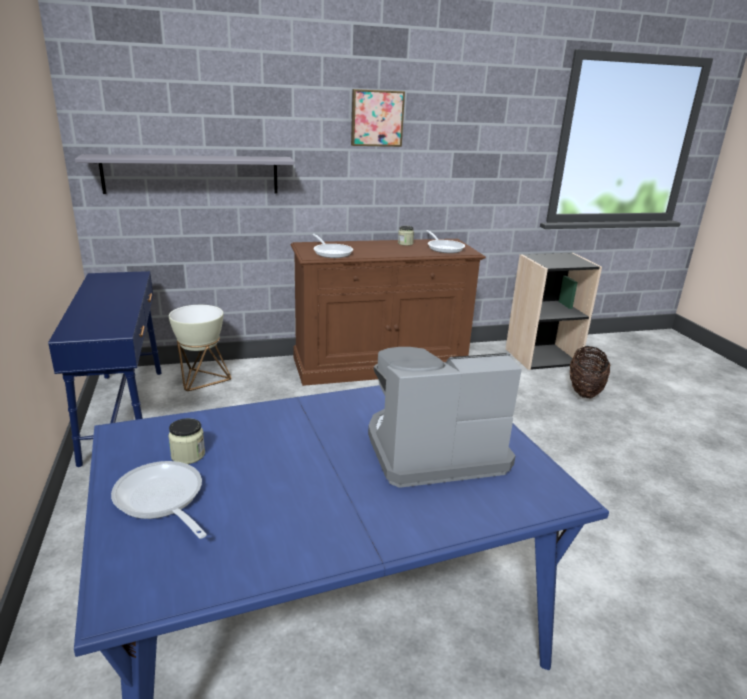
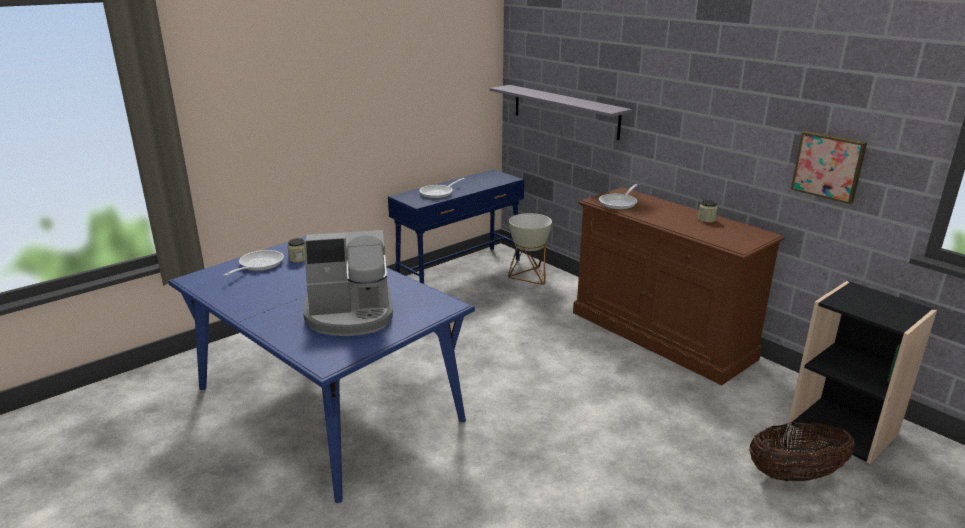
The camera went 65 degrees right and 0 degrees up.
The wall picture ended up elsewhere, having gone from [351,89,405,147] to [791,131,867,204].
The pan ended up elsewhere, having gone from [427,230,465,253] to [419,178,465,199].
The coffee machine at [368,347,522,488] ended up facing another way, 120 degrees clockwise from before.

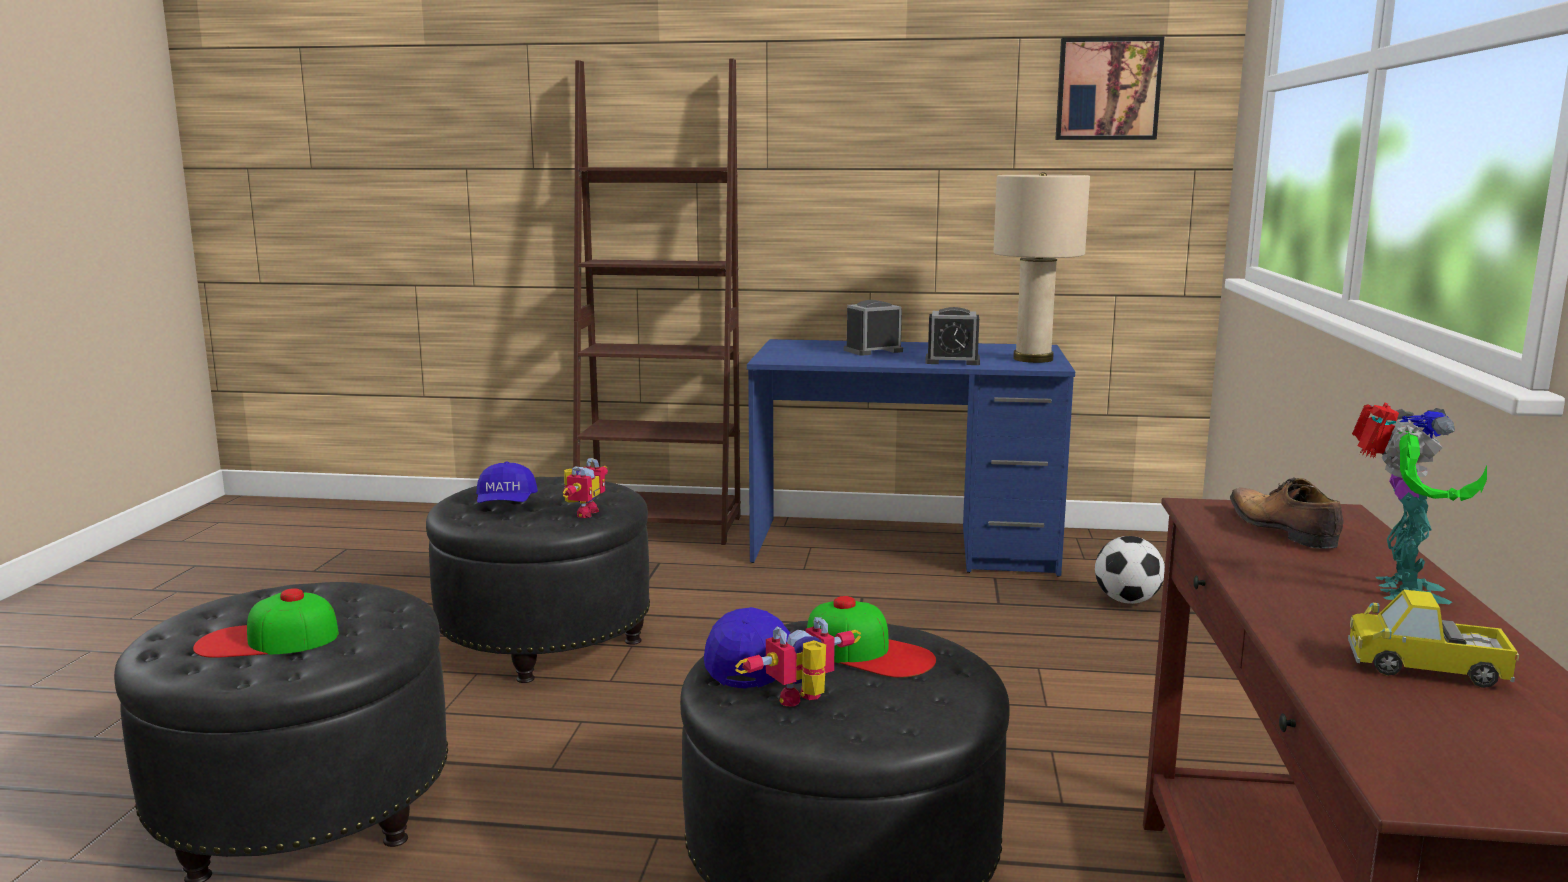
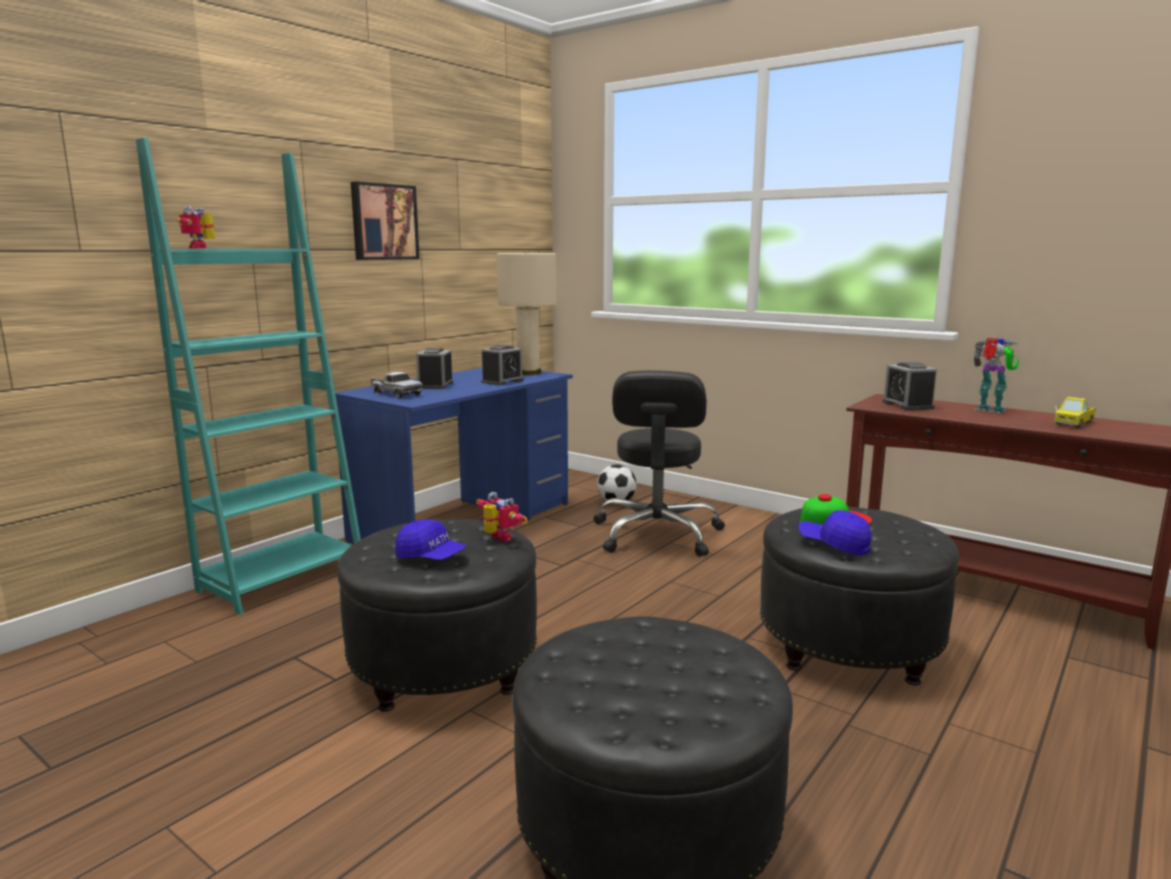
The camera went 60 degrees left and 0 degrees up.
The second view lost the cap at [193,588,339,658].
The second view gained the model truck at [371,372,423,398].
The second view gained the computer chair in black at [593,370,725,557].
The model robot ended up elsewhere, having gone from [735,617,861,706] to [178,206,215,248].
The wall picture ended up elsewhere, having gone from [1055,37,1164,140] to [351,181,420,260].
Where the shoe stood at [1230,477,1343,549], the table clock came to stand at [882,362,937,411].
What was the bookshelf in brown-coloured at [573,59,741,545] turned into the bookshelf in blue-green at [136,138,361,615].

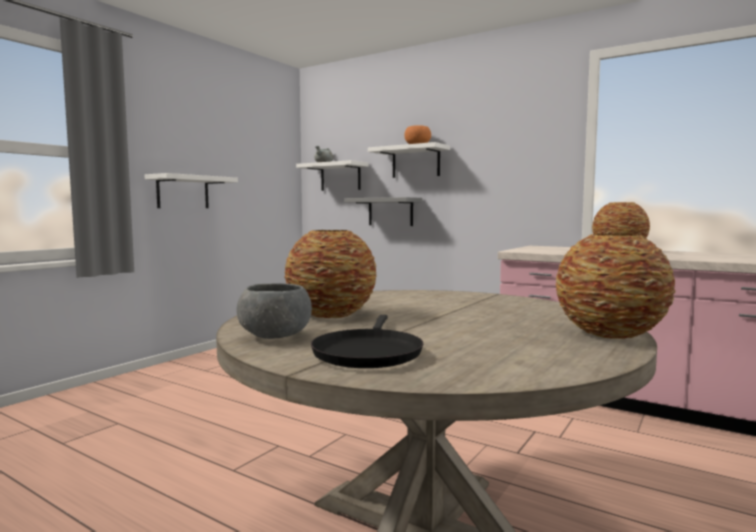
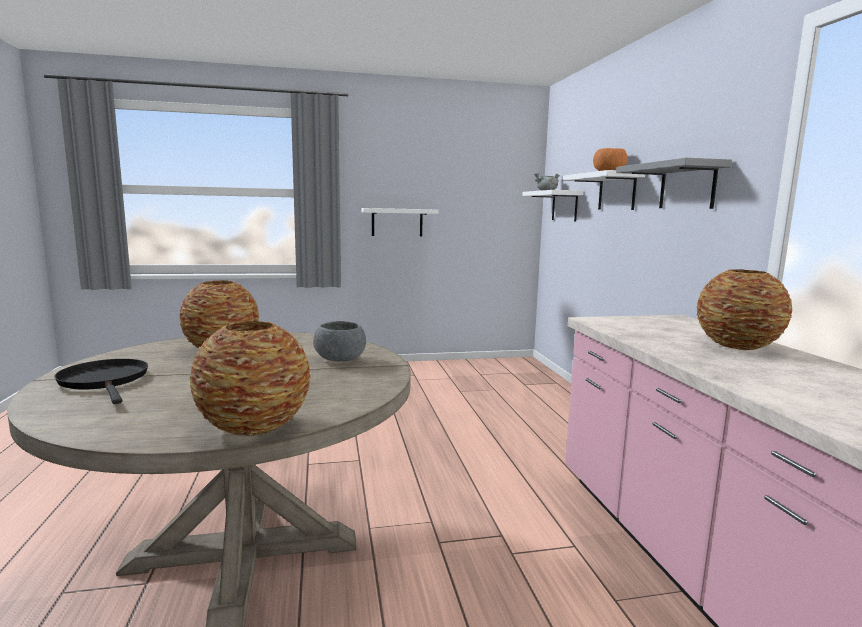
The camera went 45 degrees right and 5 degrees up.
The bowl in grey ended up elsewhere, having gone from [237,283,312,339] to [313,321,366,361].
The bracket shelf in grey ended up elsewhere, having gone from [344,197,422,226] to [616,158,732,209].
The pan in black at [311,315,423,368] ended up facing another way, 90 degrees clockwise from before.

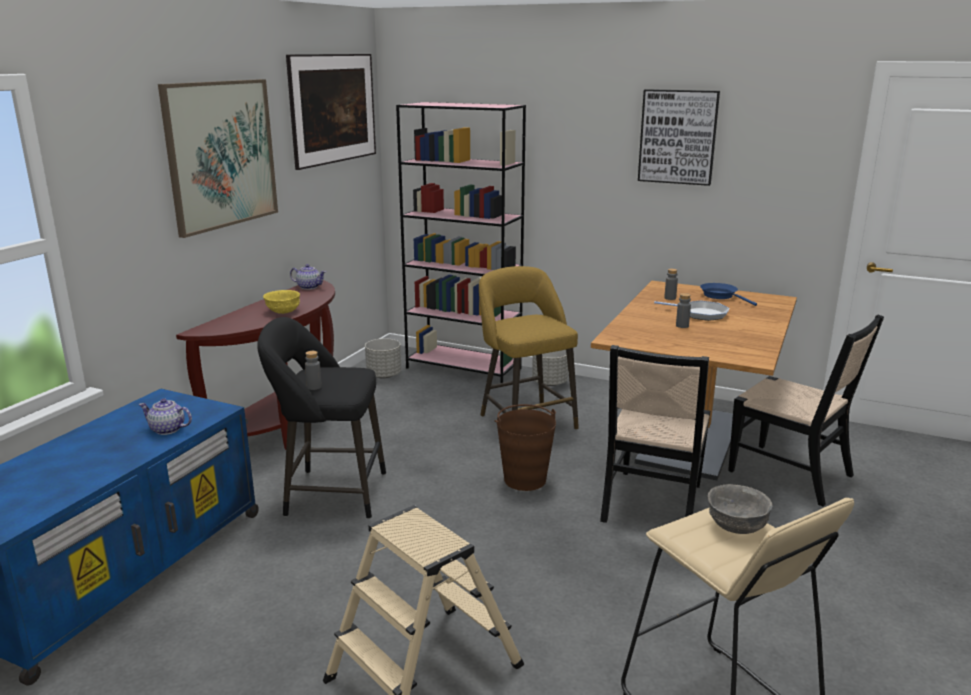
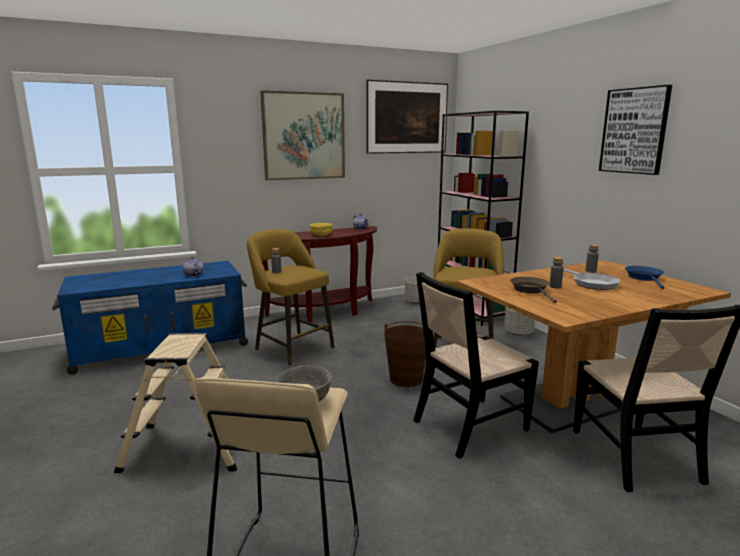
The camera went 40 degrees right and 5 degrees down.
The second view gained the pan in brown-coloured at [510,277,557,303].
What was the sitting stool in black at [257,317,386,519] turned into the sitting stool in yellow at [247,229,335,366].

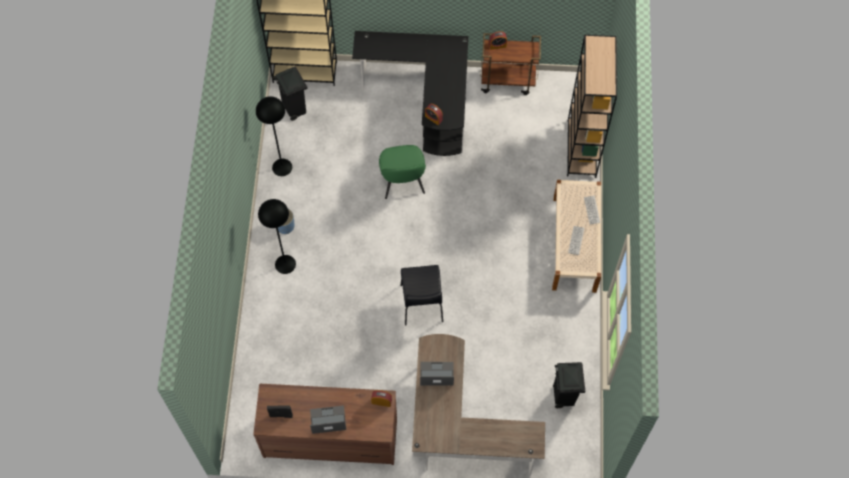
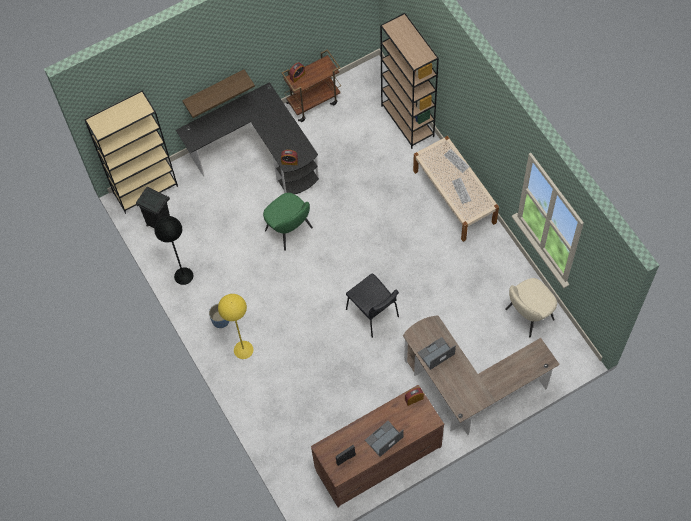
The camera went 30 degrees left and 0 degrees up.
The second view gained the bracket shelf at [182,69,255,118].
Where the rubbish bin in black stood at [553,362,585,408], the chair in beige came to stand at [505,278,557,337].
What was the standing lamp in black at [258,199,296,274] turned into the standing lamp in yellow at [218,294,253,359].

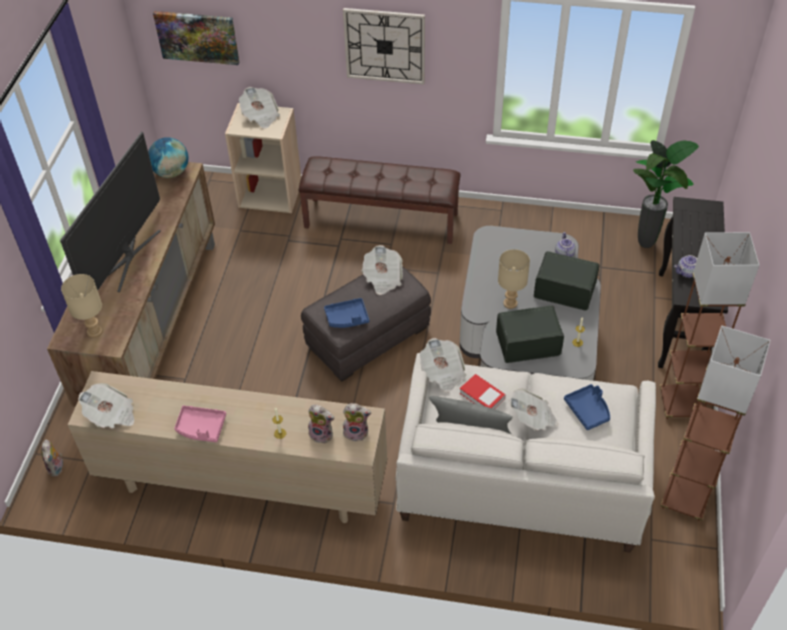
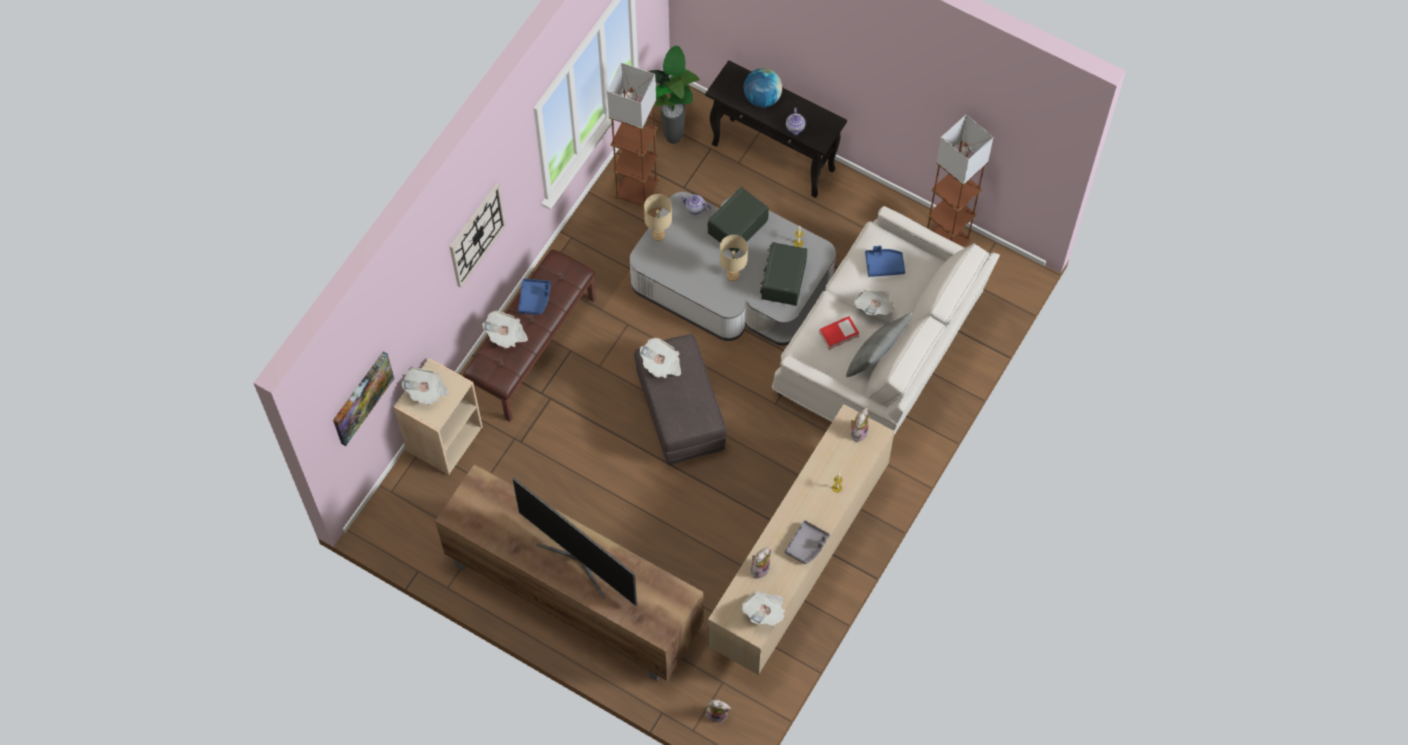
The camera went 70 degrees left and 15 degrees up.
The table lamp in beige ended up elsewhere, having gone from [61,274,103,338] to [644,194,672,241].
The world globe ended up elsewhere, having gone from [148,137,189,178] to [744,68,782,107].
The soft toy ended up elsewhere, having gone from [307,405,335,444] to [751,547,771,579].
The carrying tray in bluish ended up elsewhere, having gone from [324,298,369,328] to [518,279,551,315].
The newspaper ended up elsewhere, having gone from [420,338,466,393] to [482,311,528,349].
The standing lamp in brown-coloured ended up elsewhere, having gone from [660,232,759,419] to [607,63,659,207].
What was the carrying tray in pink at [174,405,226,442] turned into the carrying tray in grey at [784,520,830,564].

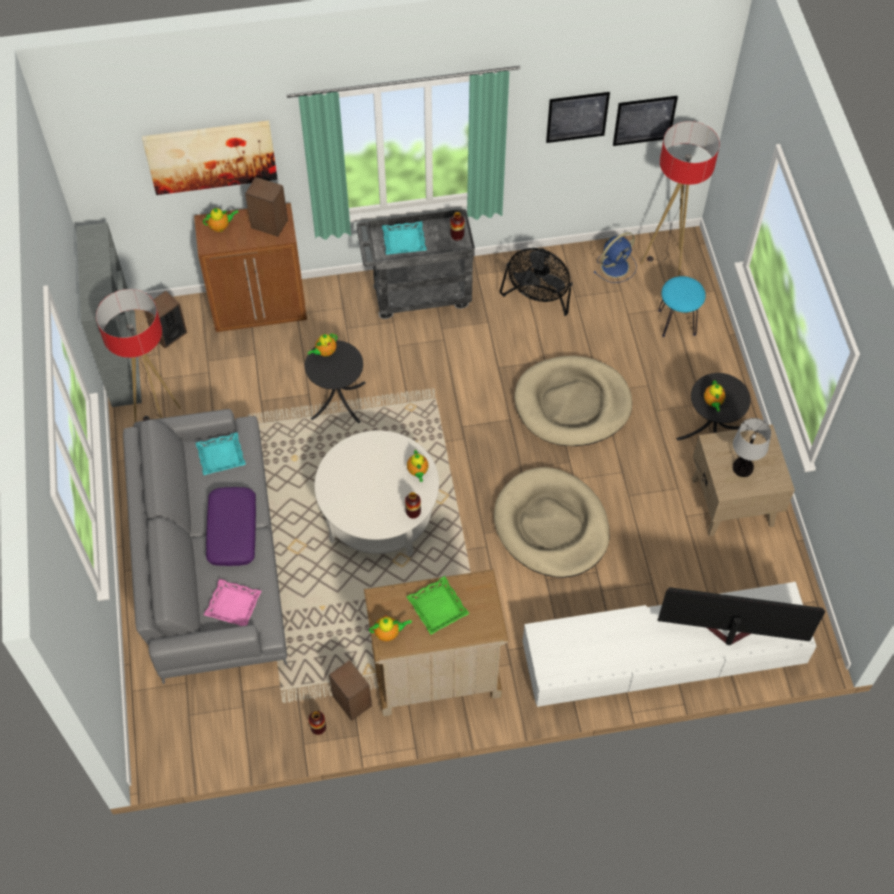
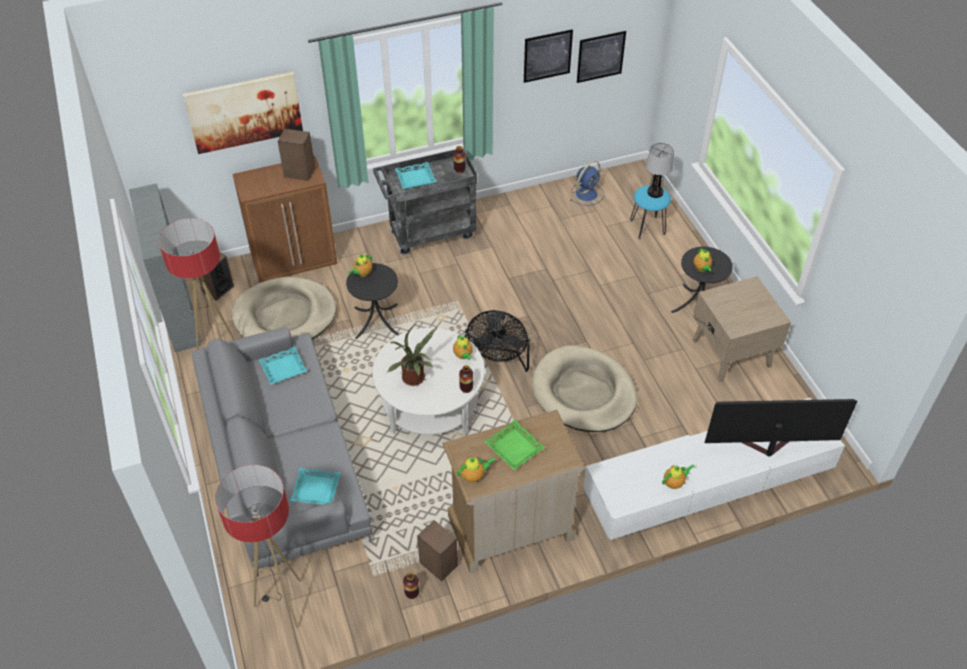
The camera went 10 degrees left and 10 degrees down.
The second view lost the pillow in purple at [206,487,256,566].
The second view gained the potted plant at [387,323,437,386].
The tea pot ended up elsewhere, having gone from [203,208,239,232] to [662,465,695,489].
The fan in black ended up elsewhere, having gone from [500,248,573,316] to [465,310,530,372].
The dog cushion in beige ended up elsewhere, having gone from [514,356,632,446] to [232,277,336,339].
The standing lamp ended up elsewhere, having gone from [641,121,720,276] to [215,465,301,628].
The table lamp ended up elsewhere, having gone from [733,418,771,477] to [646,143,674,198].
What was the carrying tray in pink at [204,579,261,626] turned into the carrying tray in blue-green at [290,468,341,504].

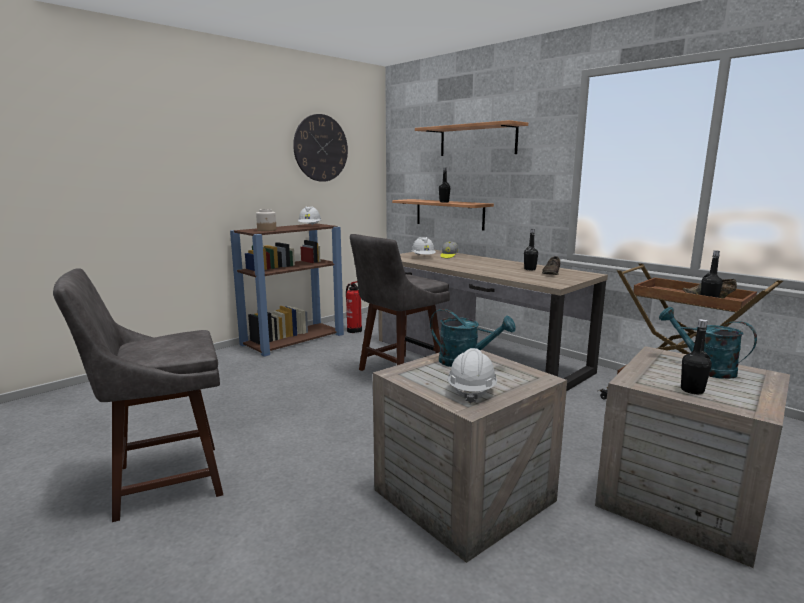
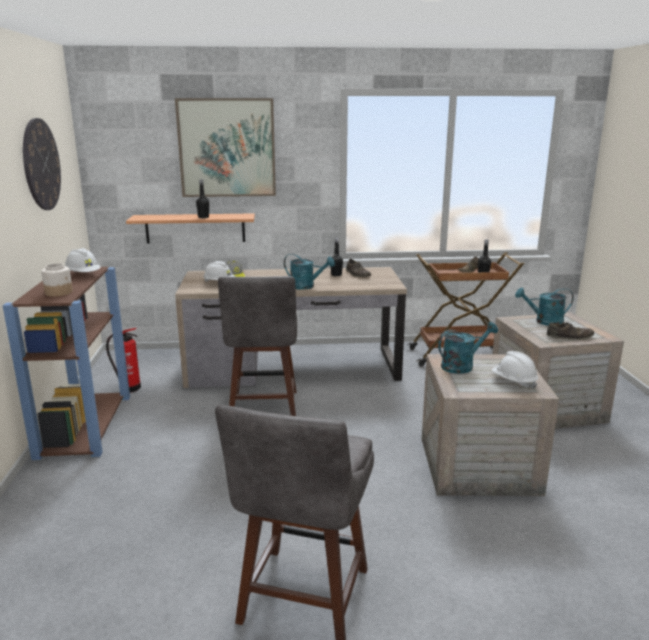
The camera went 50 degrees left and 5 degrees up.
The second view gained the watering pot in blue-green at [284,254,335,290].
Where the bracket shelf hung at [415,120,528,156], the wall picture came to hang at [175,98,276,197].
Where the bottle in black stood at [681,319,712,394], the shoe in brown-coloured came to stand at [547,323,594,340].

